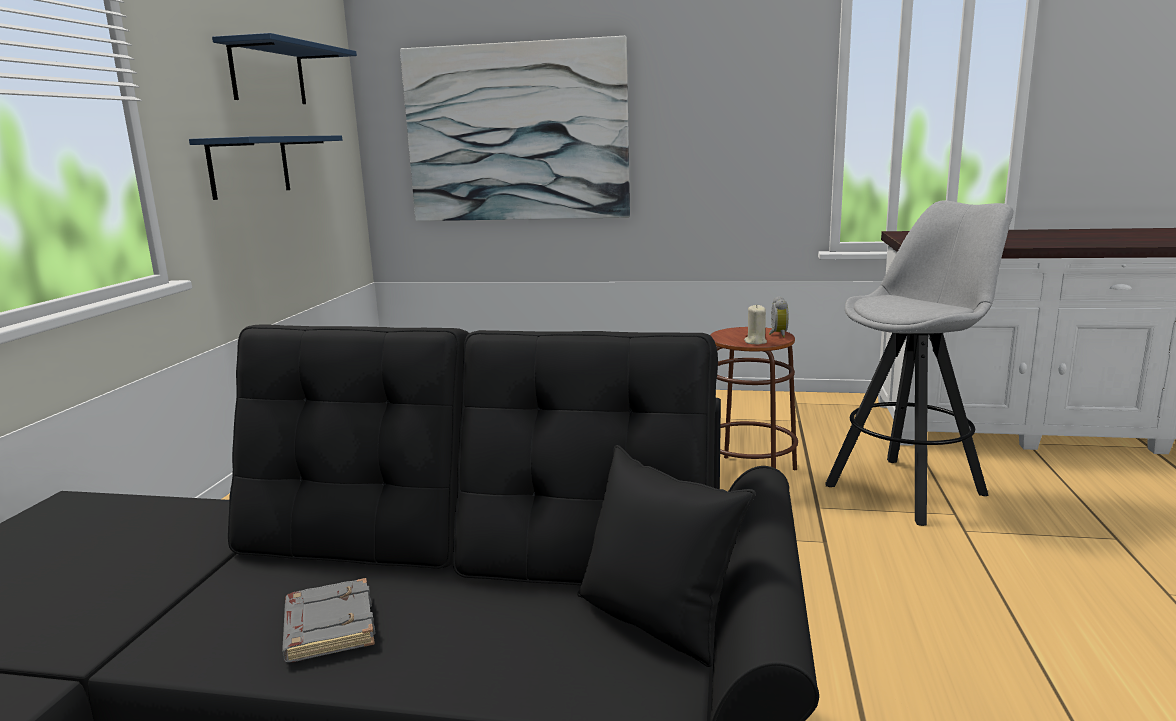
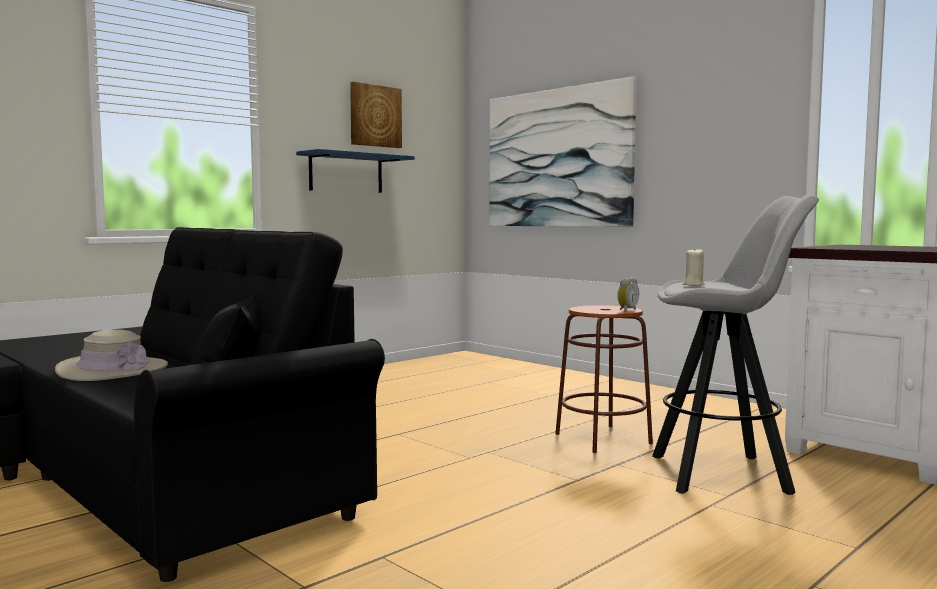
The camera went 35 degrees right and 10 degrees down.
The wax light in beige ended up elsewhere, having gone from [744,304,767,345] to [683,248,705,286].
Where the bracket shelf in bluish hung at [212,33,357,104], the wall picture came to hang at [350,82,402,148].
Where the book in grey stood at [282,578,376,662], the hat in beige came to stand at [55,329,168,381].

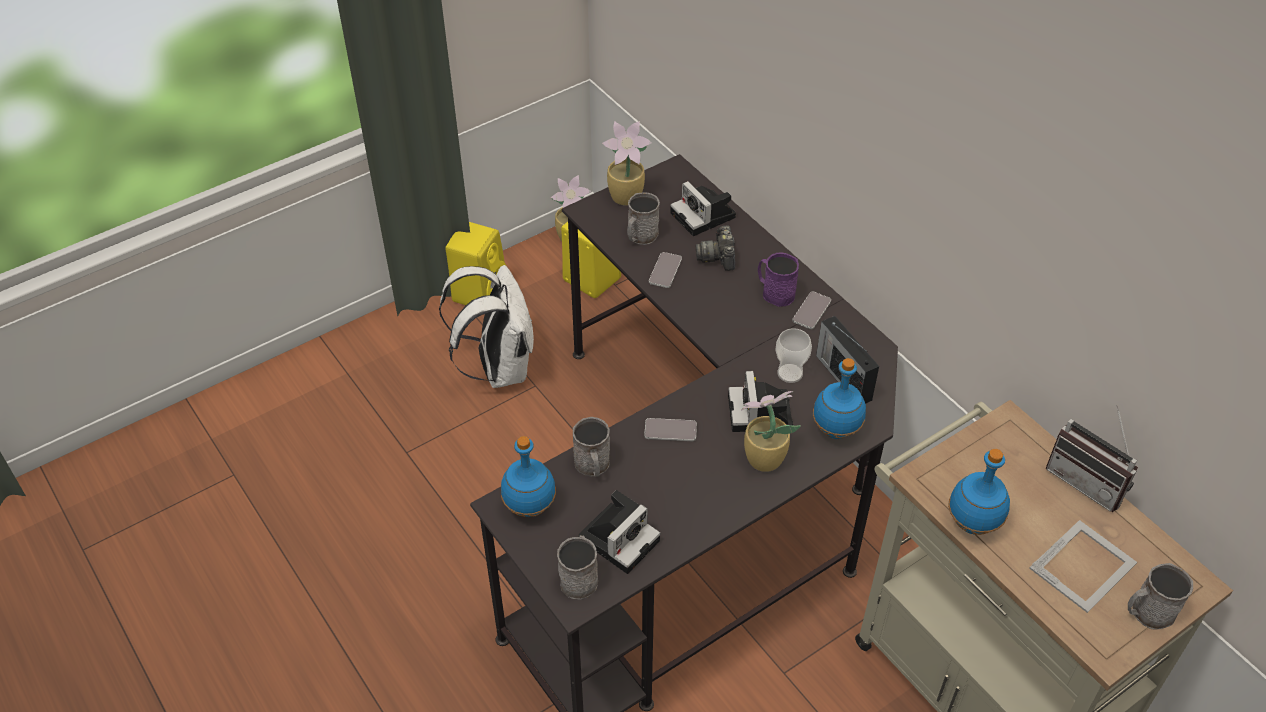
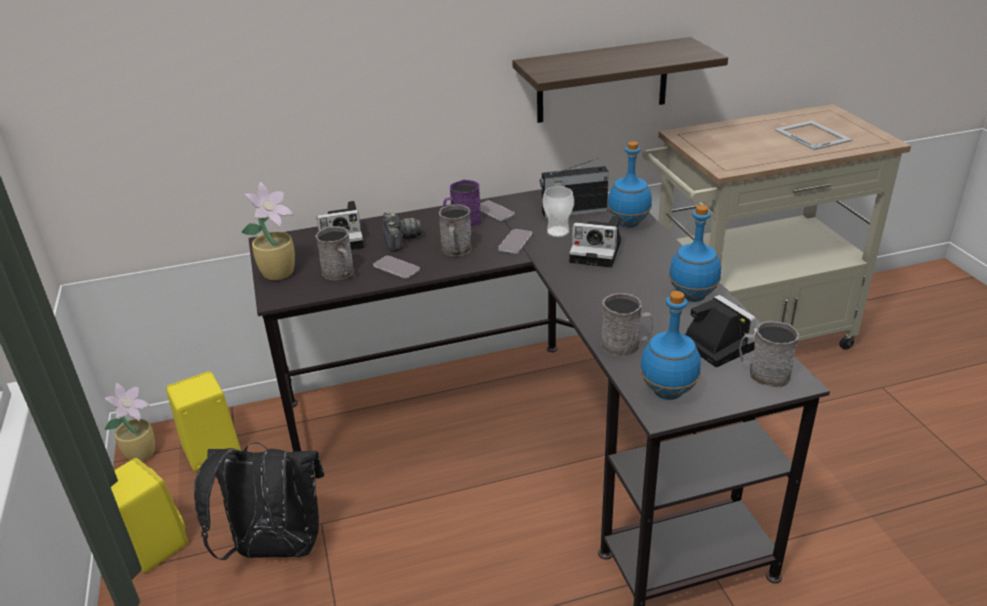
The camera went 70 degrees left and 15 degrees down.
The second view lost the potted plant at [741,391,801,472].
The second view lost the radio set at [1046,405,1138,512].
The second view gained the bracket shelf at [512,37,728,123].
The telephone ended up elsewhere, having gone from [644,418,697,441] to [498,229,532,254].
The bottle in bluish ended up elsewhere, having gone from [948,449,1010,535] to [669,205,721,302].
The coffee mug in grey ended up elsewhere, having gone from [1128,563,1193,630] to [439,204,471,256].
What was the knapsack in whitish at [439,265,534,388] turned into the knapsack in black at [194,442,324,560].
The photo camera at [696,226,735,271] ended up facing another way, 120 degrees counterclockwise from before.

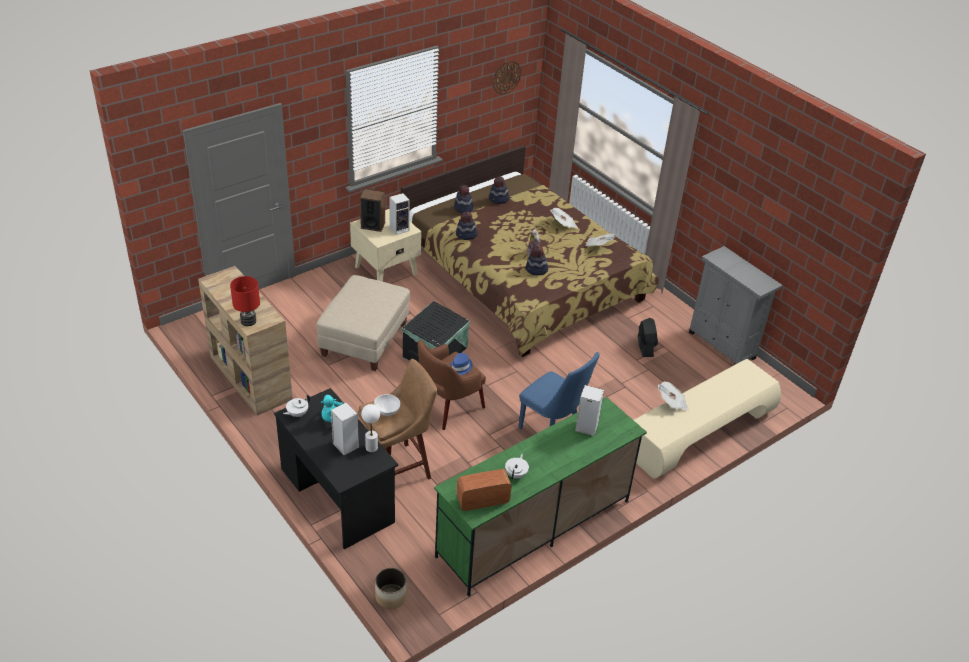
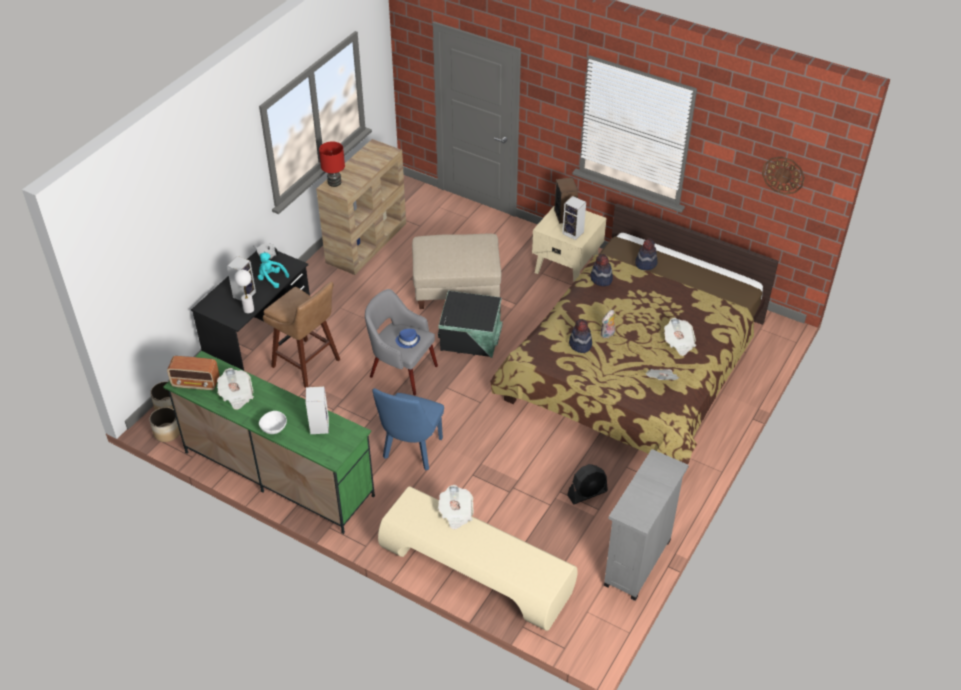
The camera went 70 degrees right and 5 degrees up.
The second view lost the hat at [489,177,509,204].
The second view gained the flower pot at [149,407,180,442].
The bowl in whitish ended up elsewhere, having gone from [374,394,400,416] to [259,411,287,434].
Where the tea pot in whitish stood at [505,454,529,480], the newspaper came to stand at [217,368,254,410].
What was the lounge chair in brown-coloured at [418,340,486,430] turned into the lounge chair in grey at [365,289,438,396].
The radio set at [456,469,511,511] ended up facing another way, 135 degrees clockwise from before.

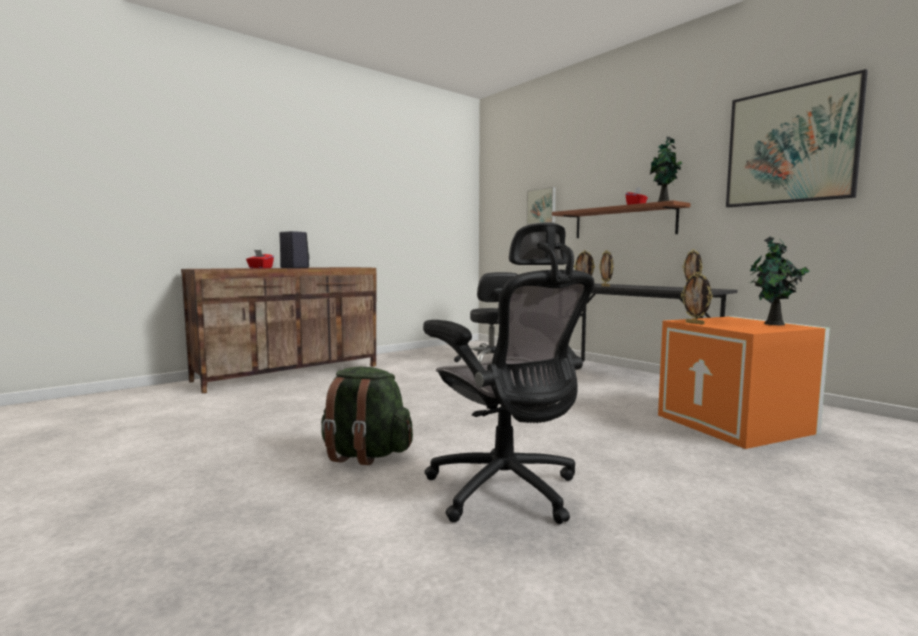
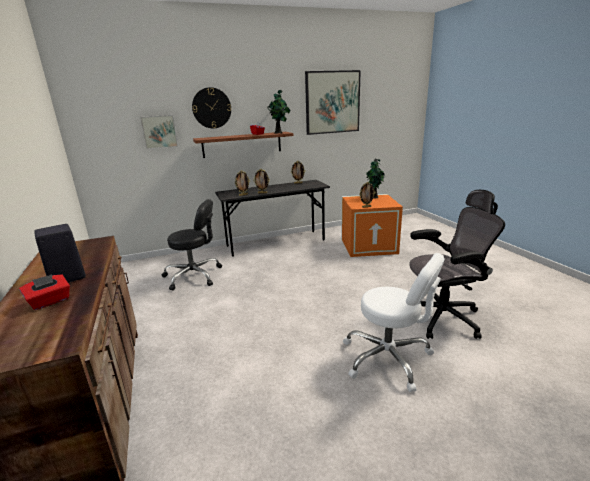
The camera went 70 degrees left and 15 degrees up.
The second view gained the clock on the wall at [192,87,231,128].
Where the knapsack in greenish stood at [321,367,413,465], the computer chair in whitish came to stand at [343,253,445,392].

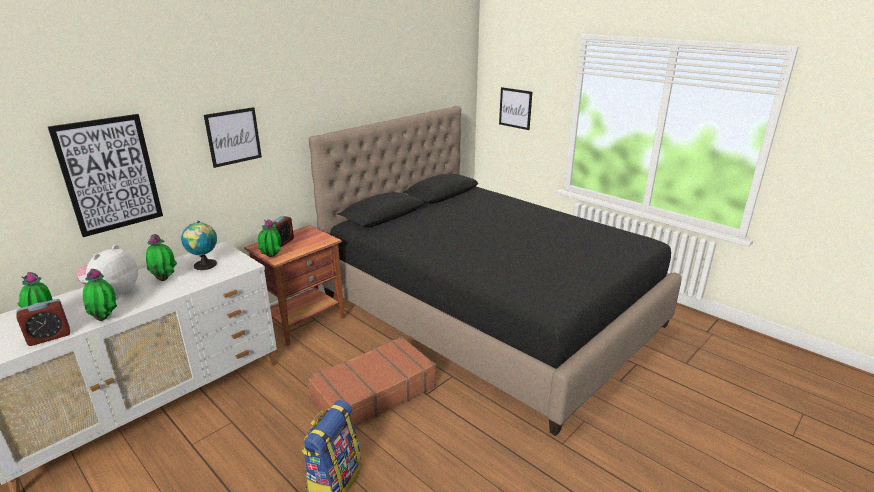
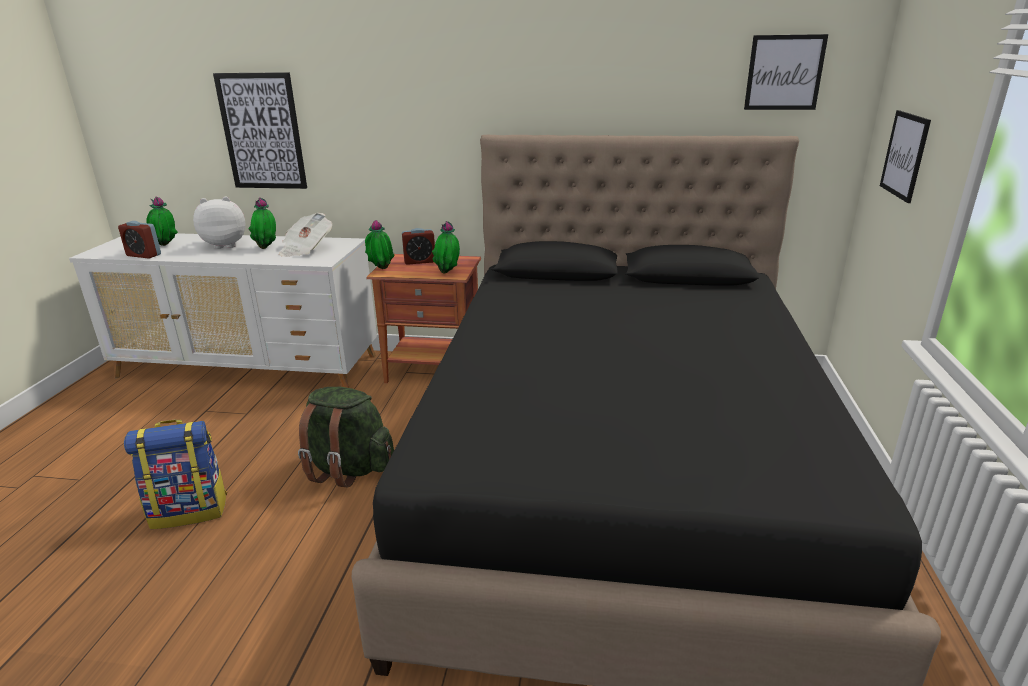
The camera went 55 degrees right and 0 degrees up.
The potted plant ended up elsewhere, having gone from [83,269,117,321] to [432,221,460,274].
The wall picture ended up elsewhere, having gone from [204,107,262,168] to [744,34,828,110].
Where the world globe stood at [181,221,217,270], the newspaper came to stand at [279,213,332,257].
Where the travel case in brown-coloured stood at [307,336,436,427], the knapsack in greenish came to stand at [298,387,394,488].

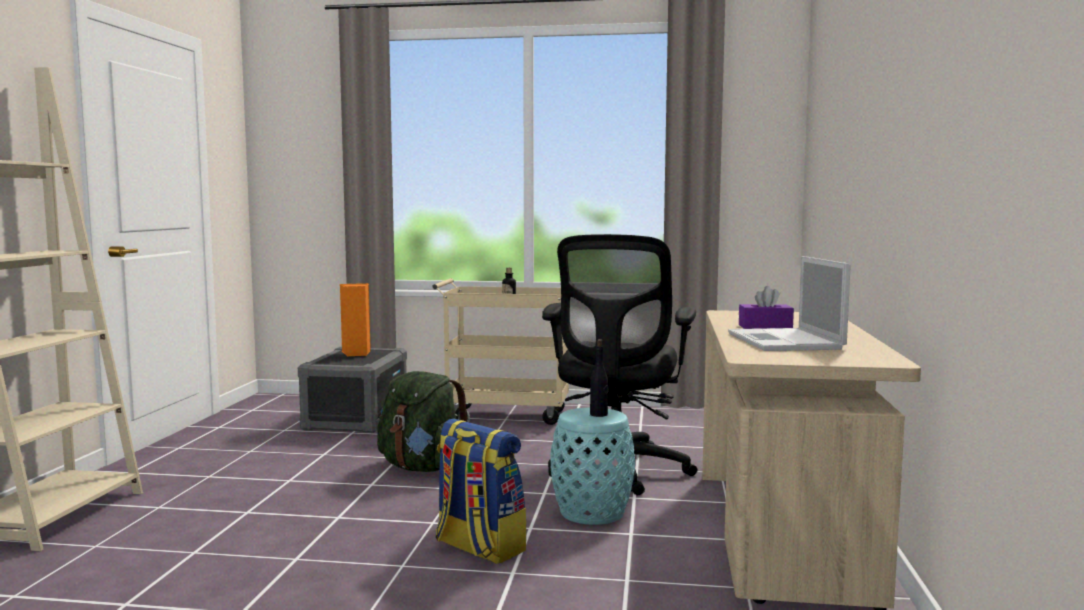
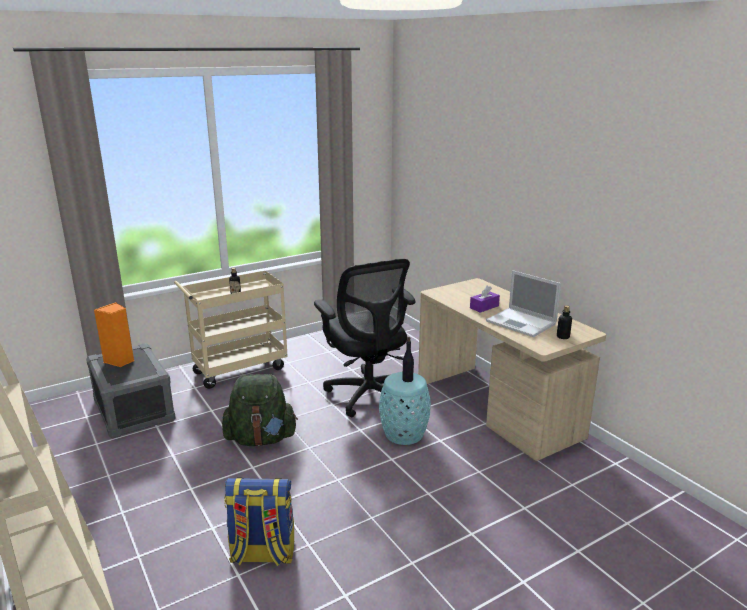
The camera went 40 degrees left and 15 degrees up.
The second view gained the bottle at [557,305,572,339].
The knapsack ended up elsewhere, having gone from [436,419,526,564] to [224,478,294,566].

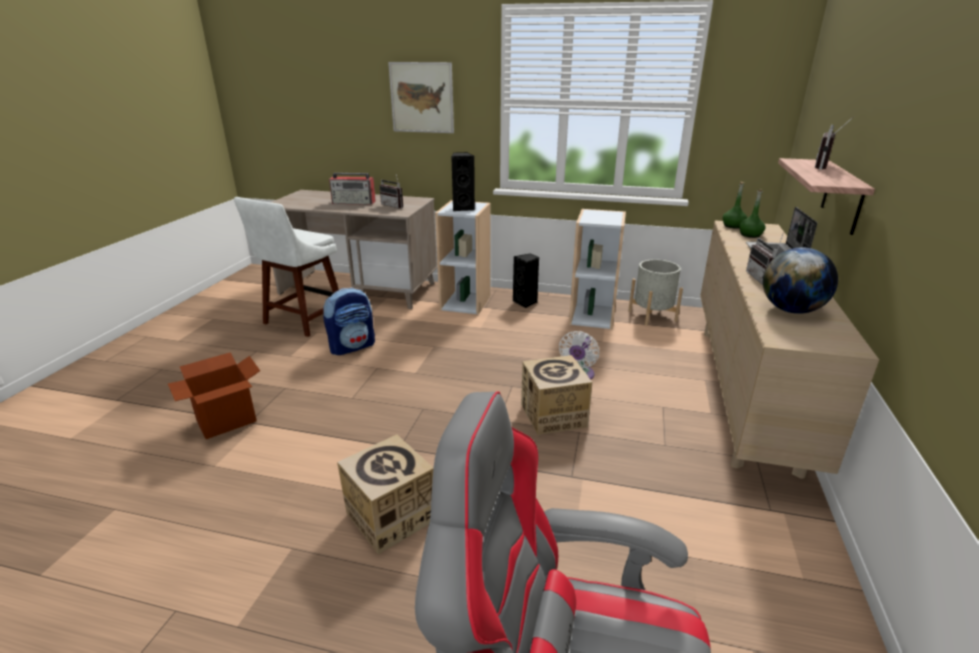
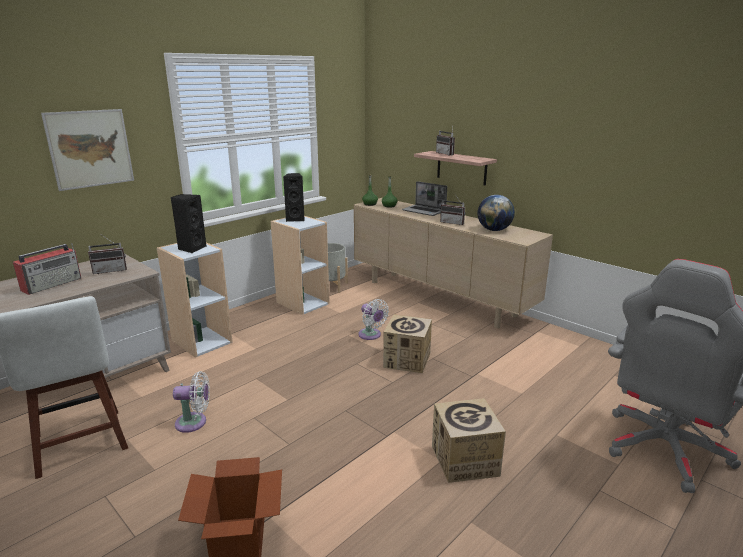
The camera went 60 degrees left and 5 degrees down.
The audio speaker in black ended up elsewhere, having gone from [513,254,539,308] to [283,173,305,222].
Where the knapsack stood at [323,287,375,355], the fan in whitish came to stand at [173,371,210,433].

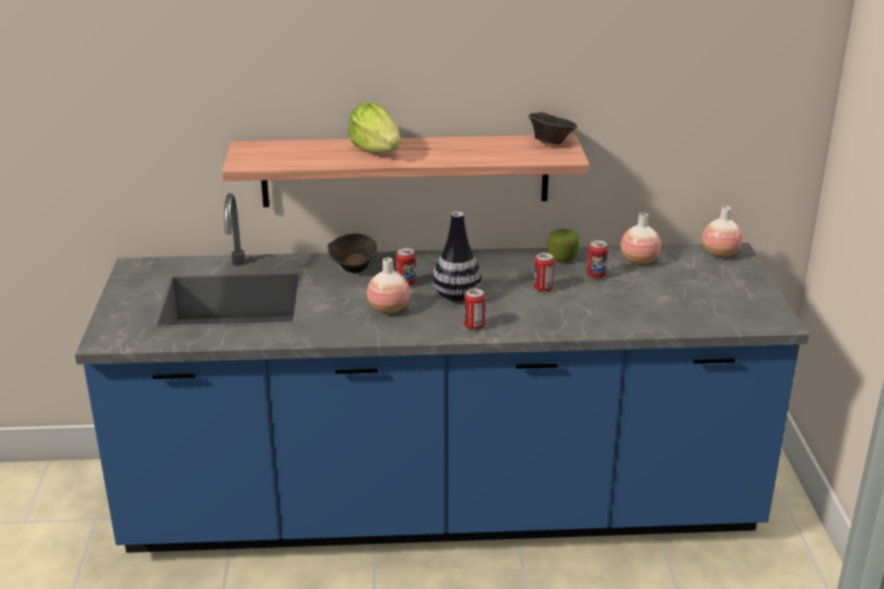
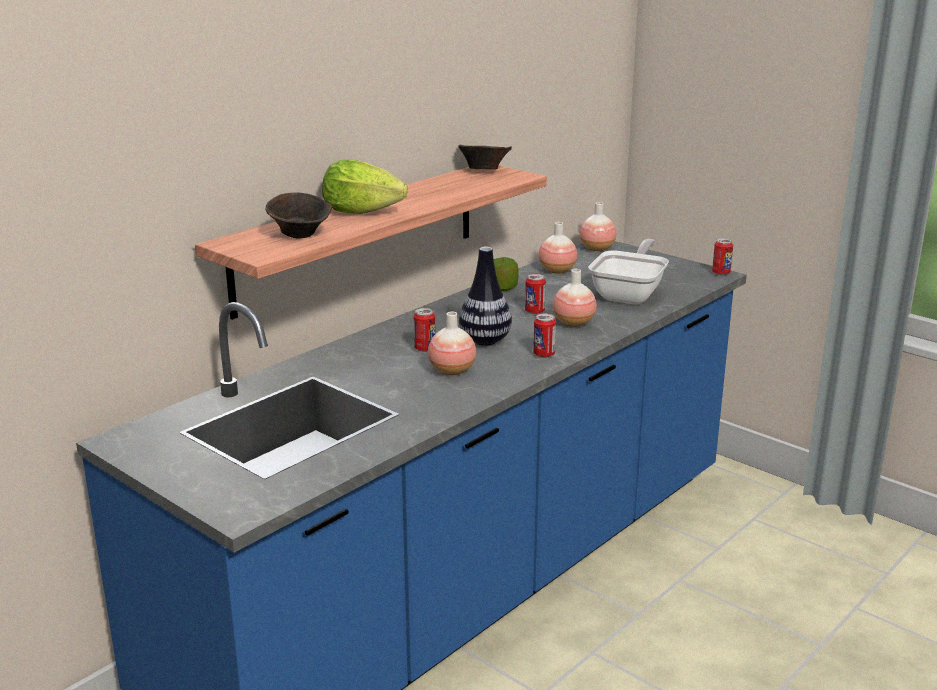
The camera went 45 degrees left and 5 degrees down.
The second view gained the decorative vase at [553,269,597,327].
The second view gained the pan at [588,239,669,305].
The bowl in brown-coloured ended up elsewhere, having gone from [327,233,377,273] to [266,193,332,238].
The can ended up elsewhere, having gone from [587,240,608,279] to [712,238,733,275].

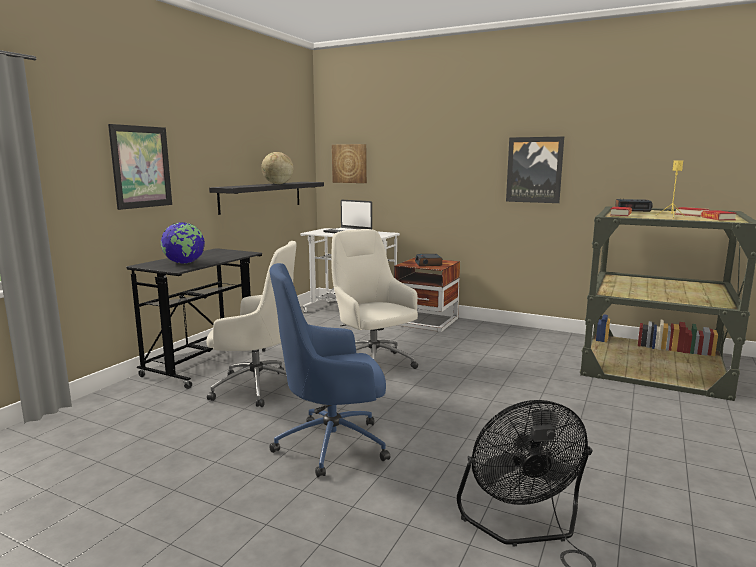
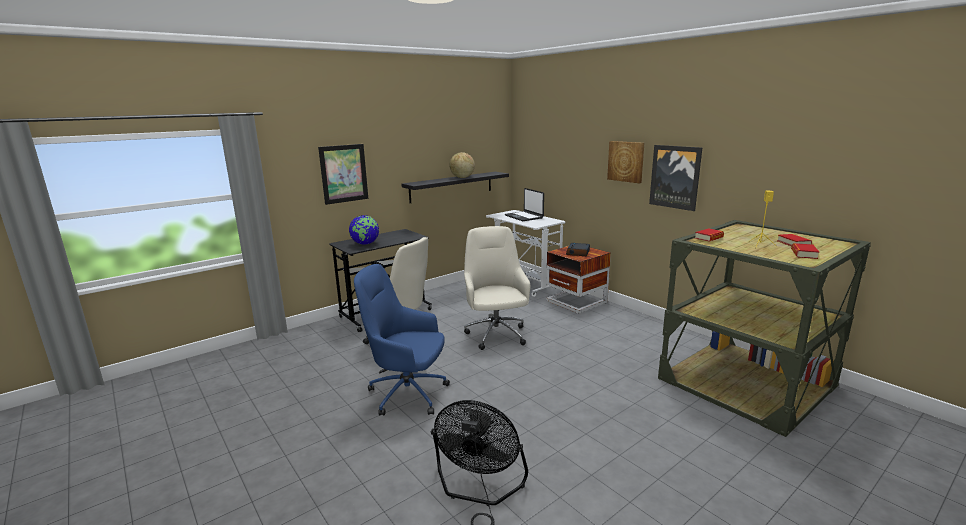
The camera went 25 degrees right and 5 degrees up.
The second view lost the table clock at [615,199,653,212].
The wall picture ended up elsewhere, having gone from [332,144,367,183] to [607,141,644,183].

